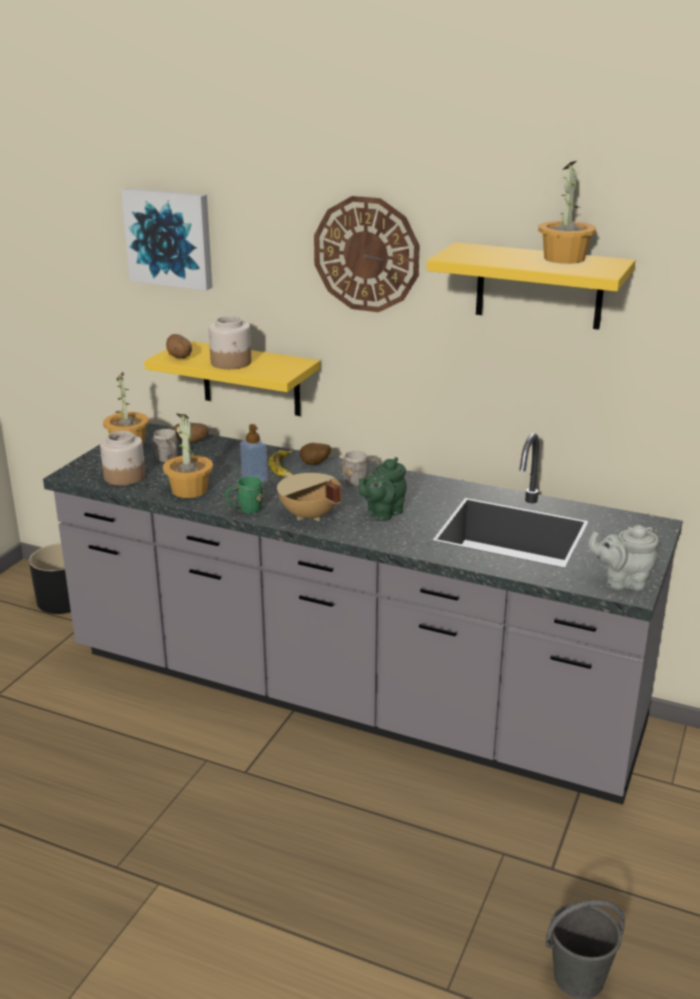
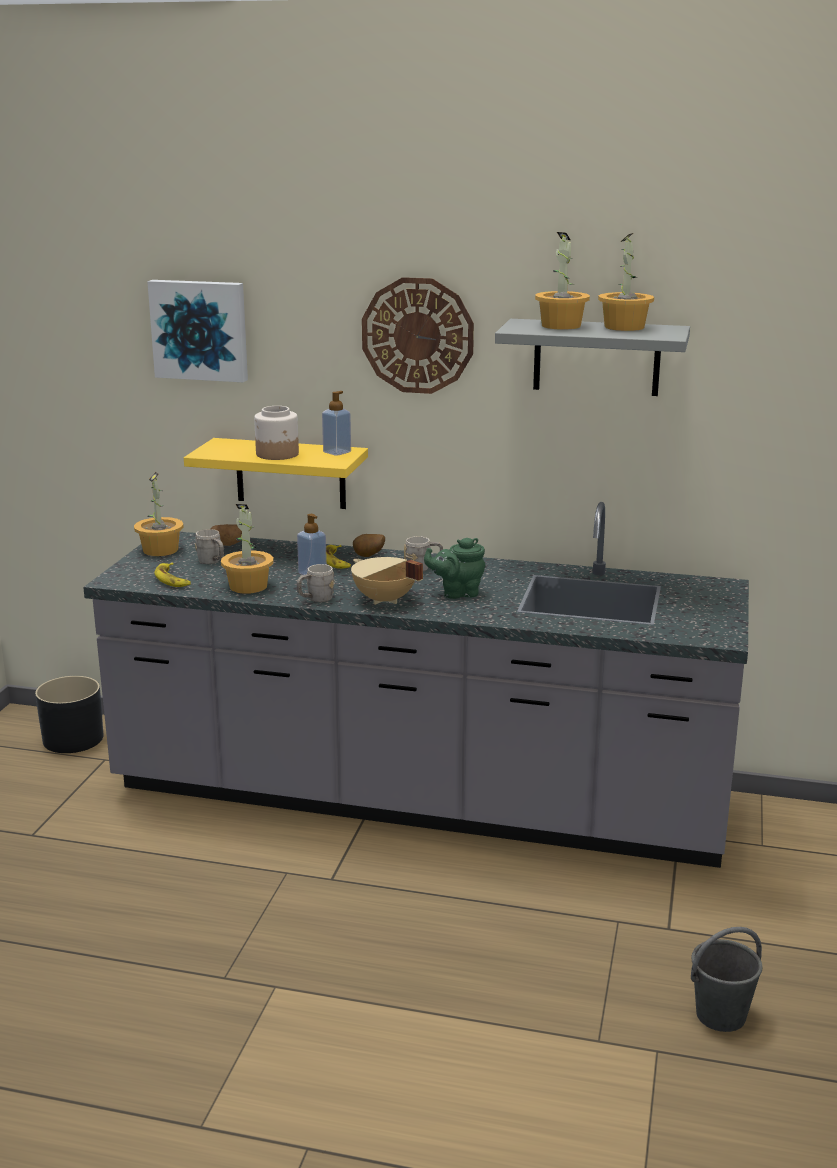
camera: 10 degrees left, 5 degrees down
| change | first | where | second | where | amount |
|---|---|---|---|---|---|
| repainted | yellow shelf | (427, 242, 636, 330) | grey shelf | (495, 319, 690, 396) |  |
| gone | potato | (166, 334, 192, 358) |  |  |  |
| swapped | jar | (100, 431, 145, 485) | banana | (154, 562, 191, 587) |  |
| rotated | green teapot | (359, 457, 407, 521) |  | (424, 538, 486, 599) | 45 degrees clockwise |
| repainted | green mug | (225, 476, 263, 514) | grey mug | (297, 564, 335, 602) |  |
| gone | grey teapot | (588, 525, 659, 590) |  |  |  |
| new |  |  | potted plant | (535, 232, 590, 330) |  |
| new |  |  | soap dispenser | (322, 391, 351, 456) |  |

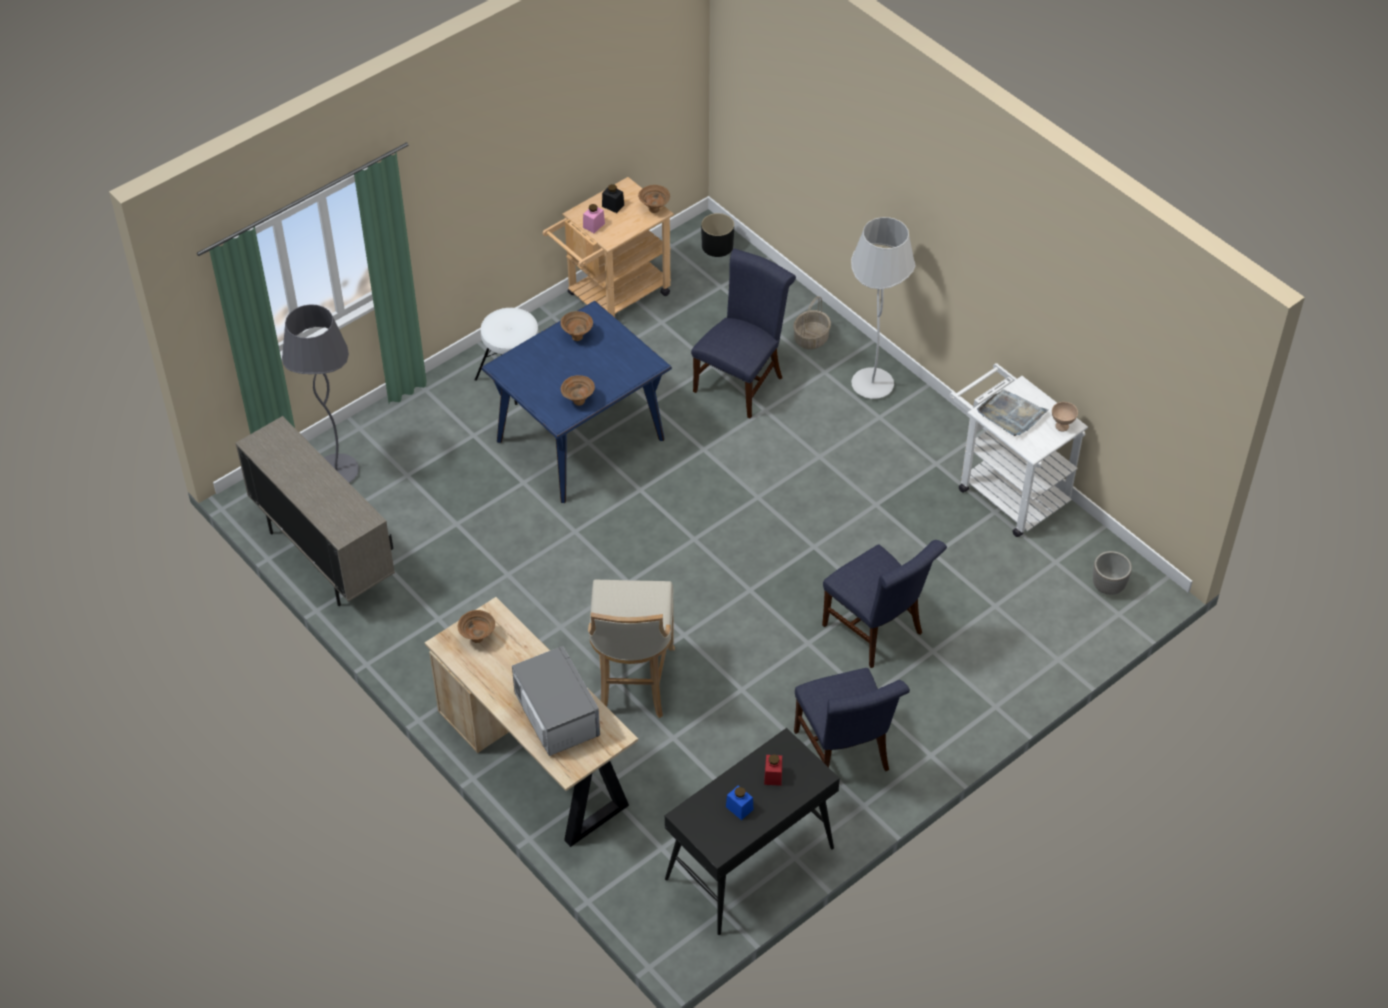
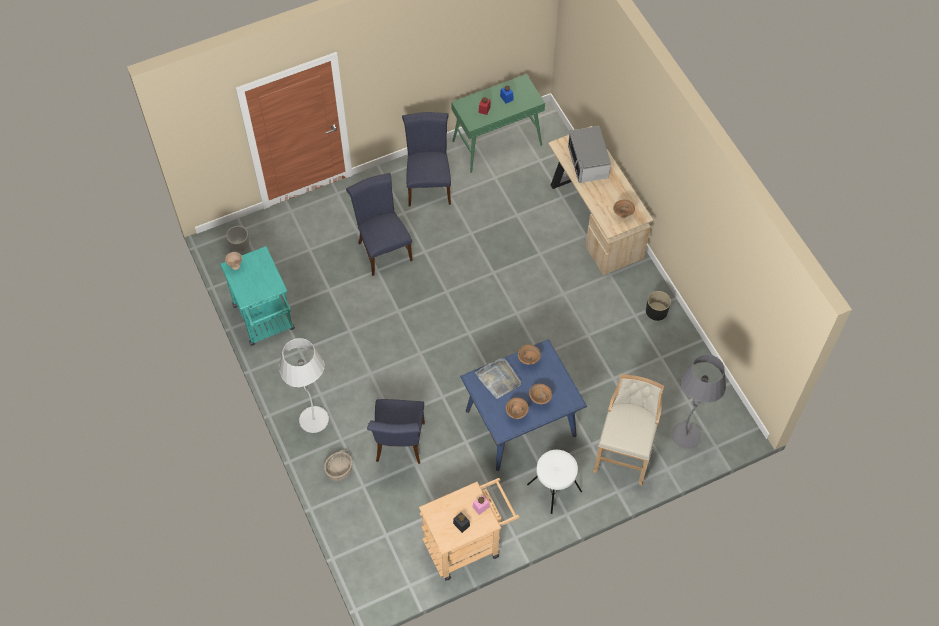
camera: 165 degrees left, 10 degrees up
| change | first | where | second | where | amount |
|---|---|---|---|---|---|
| shifted | brown bowl | (638, 185, 670, 213) |  | (529, 384, 552, 404) |  |
| shifted | black planter | (701, 213, 734, 257) |  | (646, 291, 671, 321) |  |
| rotated | blue chair | (691, 248, 796, 418) |  | (367, 399, 425, 464) | 45 degrees counterclockwise |
| repainted | white cart | (950, 363, 1088, 537) | turquoise cart | (220, 246, 295, 346) |  |
| shifted | grey tray | (977, 389, 1048, 436) |  | (475, 358, 521, 399) |  |
| gone | beige cabinet | (236, 416, 395, 606) |  |  |  |
| shifted | beige stool | (588, 580, 675, 718) |  | (593, 374, 664, 486) |  |
| repainted | black console table | (665, 728, 840, 935) | green console table | (451, 74, 545, 173) |  |

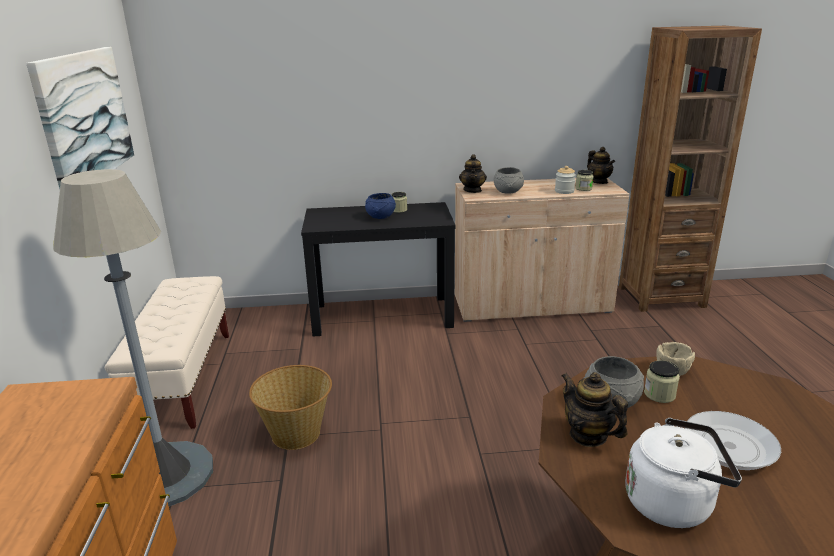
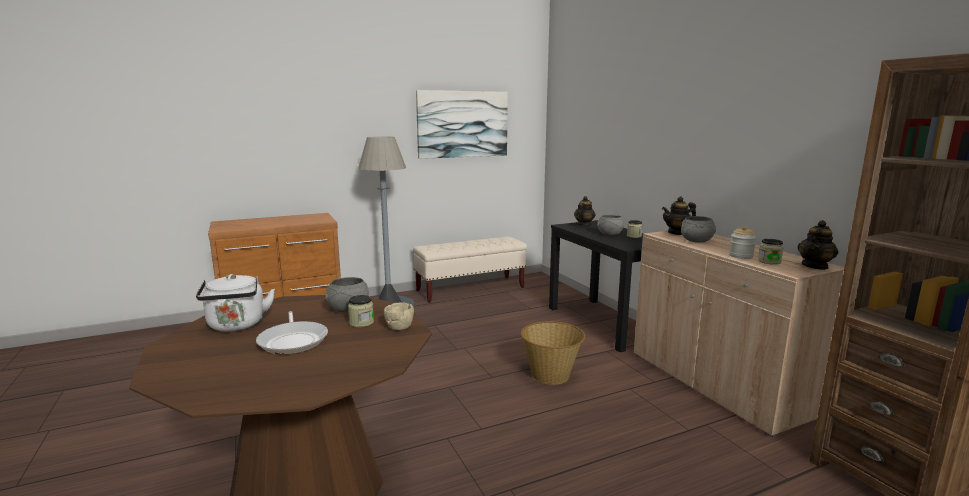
camera: 70 degrees right, 10 degrees down
| change | first | where | second | where | amount |
|---|---|---|---|---|---|
| repainted | blue bowl | (365, 193, 396, 219) | grey bowl | (597, 215, 624, 235) |  |
| shifted | basket | (249, 365, 332, 450) |  | (521, 321, 586, 385) |  |
| shifted | teapot | (562, 372, 628, 447) |  | (574, 196, 595, 226) |  |

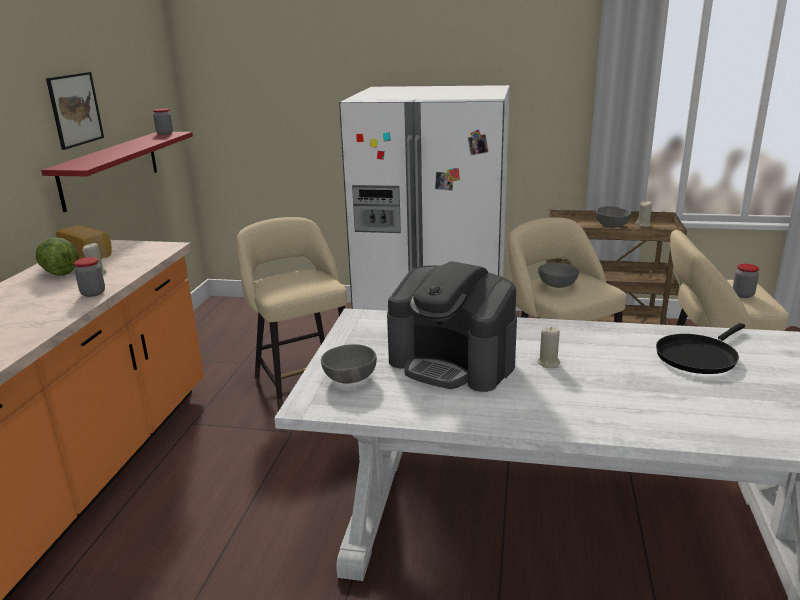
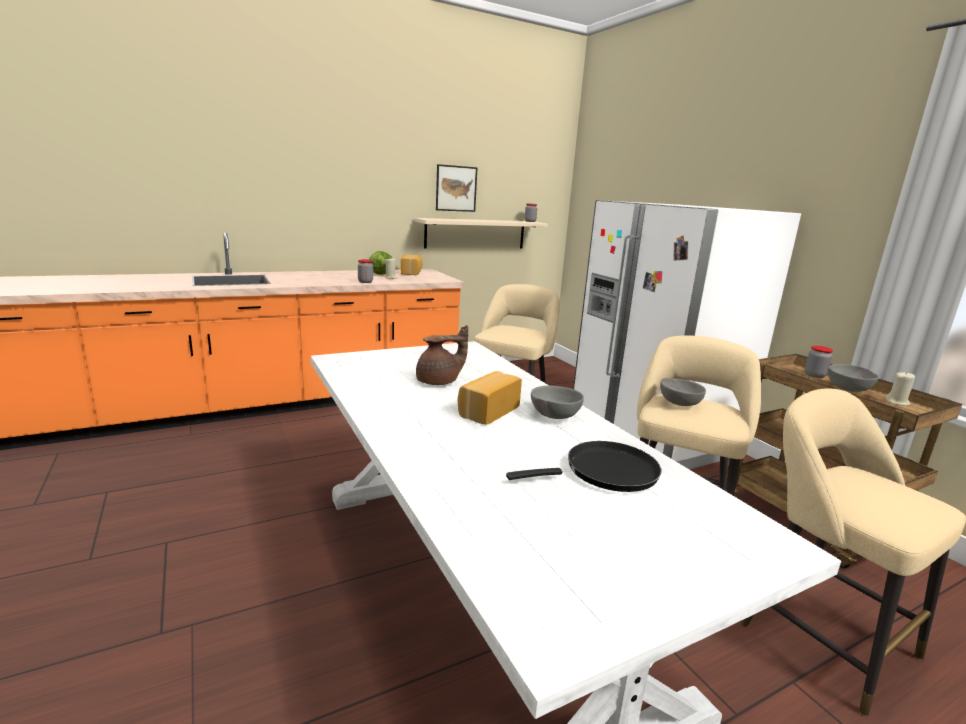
camera: 50 degrees right, 5 degrees down
| change | first | where | second | where | amount |
|---|---|---|---|---|---|
| repainted | red shelf | (41, 132, 193, 212) | beige shelf | (414, 218, 548, 249) |  |
| swapped | coffee machine | (387, 261, 517, 392) | brown teapot | (416, 325, 468, 385) |  |
| shifted | jar | (733, 264, 759, 298) |  | (805, 346, 833, 378) |  |
| rotated | black frying pan | (656, 323, 745, 374) |  | (506, 441, 661, 492) | 150 degrees clockwise |
| swapped | beige candle | (537, 327, 560, 368) | bread | (458, 371, 522, 425) |  |
| shifted | grey bowl | (321, 344, 377, 384) |  | (531, 385, 584, 419) |  |

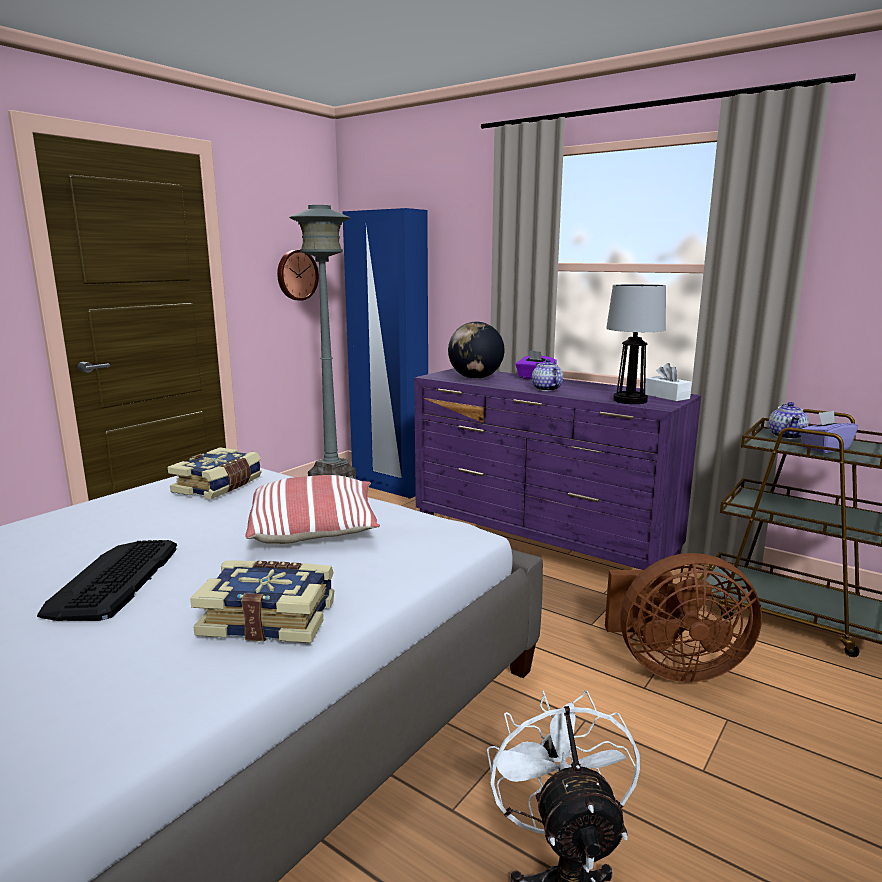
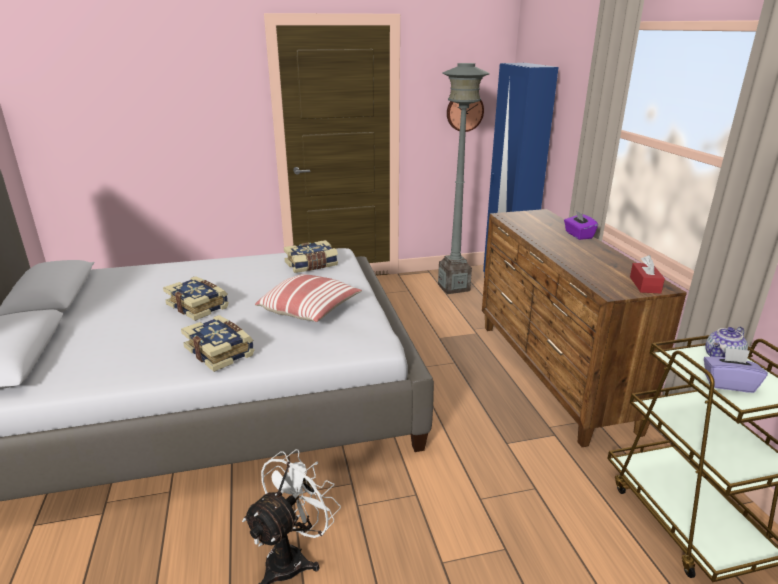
camera: 40 degrees right, 10 degrees up
| change | first | where | second | where | amount |
|---|---|---|---|---|---|
| gone | table lamp | (606, 284, 666, 404) |  |  |  |
| gone | globe | (448, 322, 504, 379) |  |  |  |
| gone | teapot | (532, 359, 563, 391) |  |  |  |
| repainted | white tissue box | (645, 363, 692, 401) | red tissue box | (630, 255, 665, 293) |  |
| repainted | purple dresser | (414, 368, 701, 570) | brown dresser | (482, 209, 687, 447) |  |
| swapped | keyboard | (37, 540, 177, 621) | book | (163, 276, 229, 321) |  |
| gone | brown fan | (605, 553, 762, 682) |  |  |  |

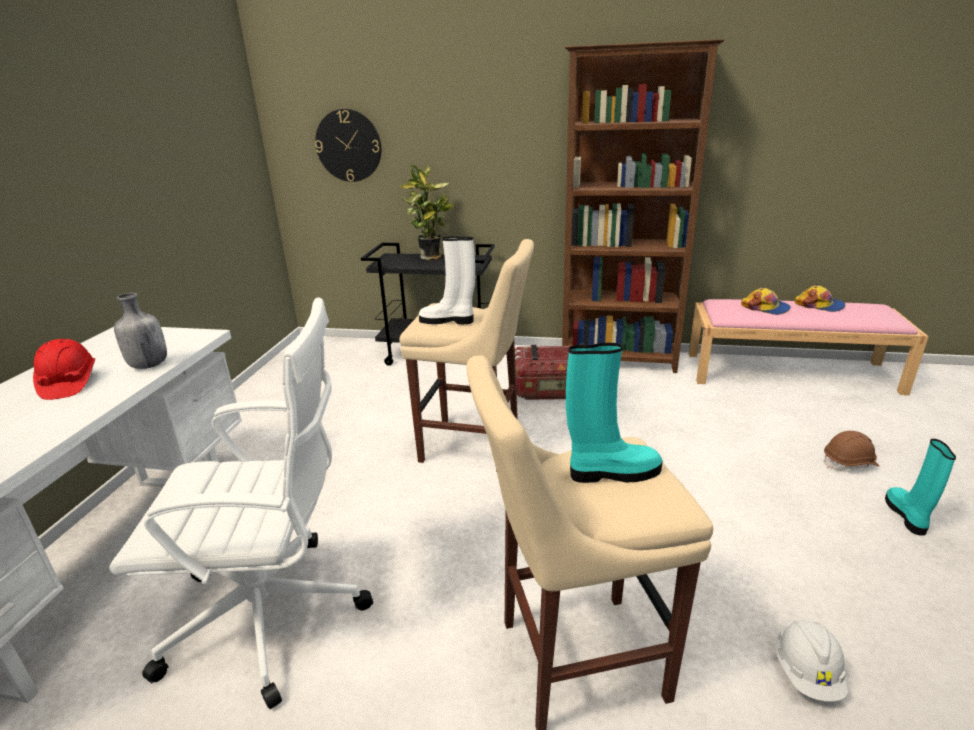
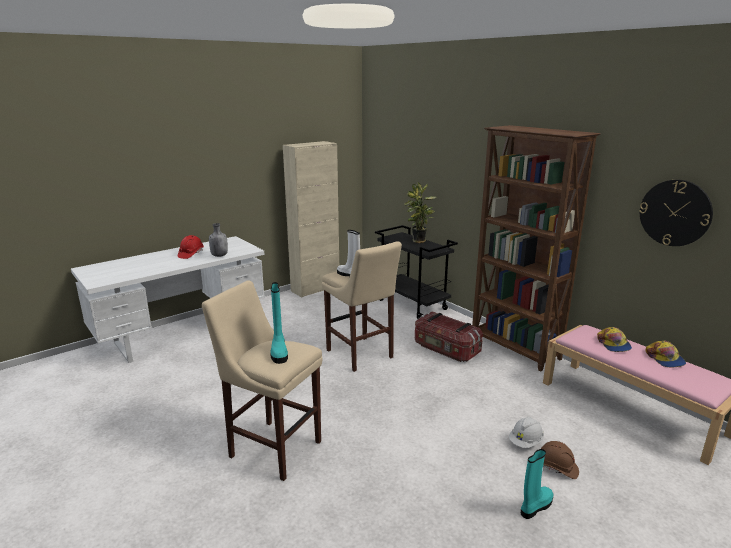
camera: 40 degrees right, 5 degrees down
| change | first | where | second | where | amount |
|---|---|---|---|---|---|
| shifted | wall clock | (315, 109, 381, 182) |  | (639, 180, 713, 246) |  |
| gone | white office chair | (109, 297, 373, 709) |  |  |  |
| rotated | turquoise boot | (566, 343, 663, 483) |  | (270, 282, 288, 364) | 45 degrees clockwise |
| shifted | white hard hat | (775, 620, 848, 702) |  | (509, 417, 544, 448) |  |
| new |  |  | beige cabinet | (283, 141, 339, 298) |  |

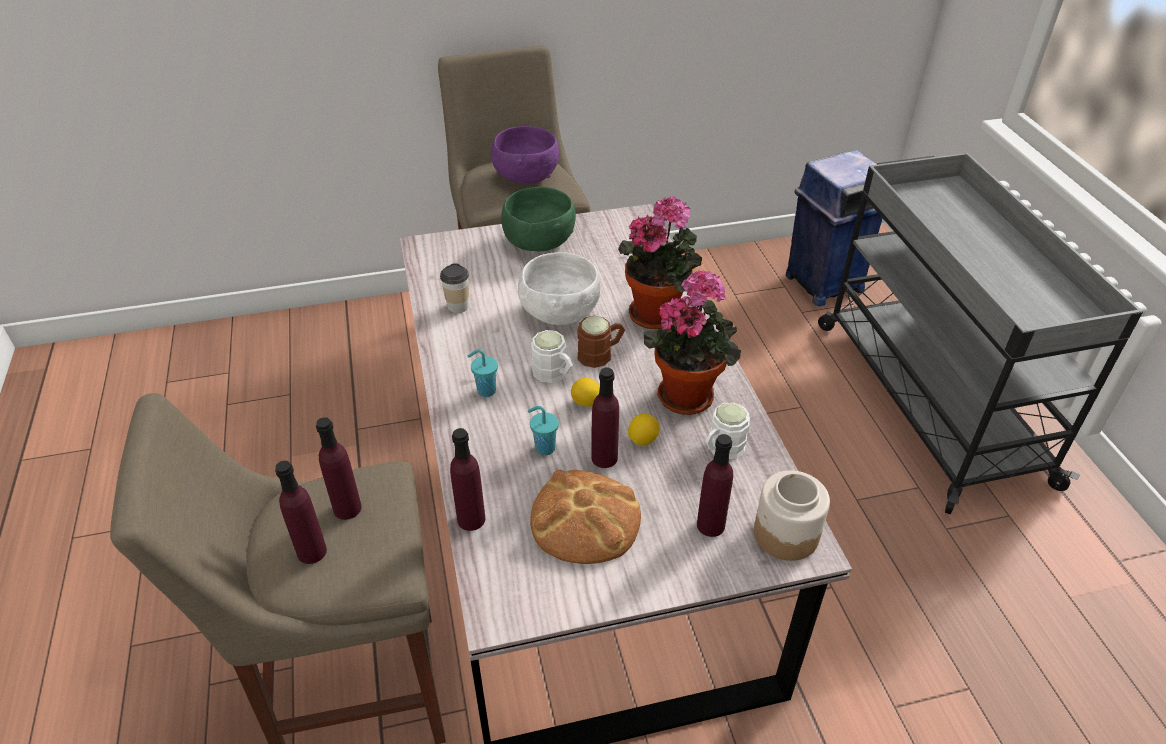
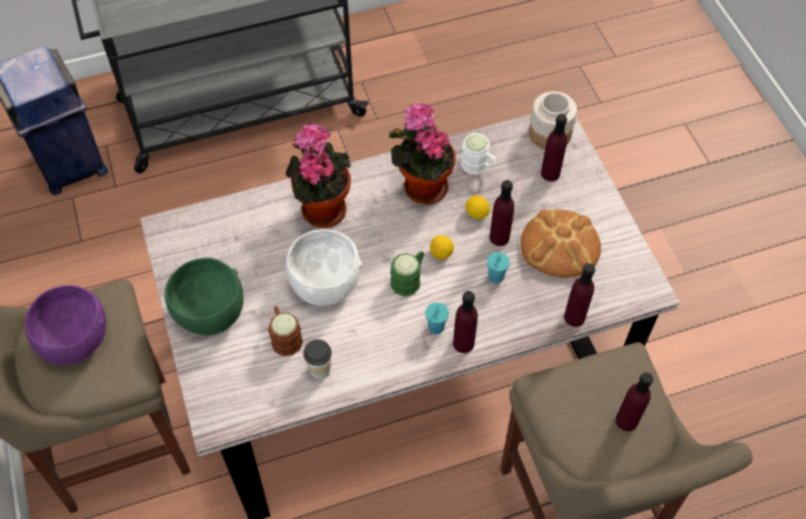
camera: 95 degrees left, 15 degrees up
| change | first | where | second | where | amount |
|---|---|---|---|---|---|
| shifted | brown mug | (577, 316, 625, 368) |  | (268, 306, 303, 356) |  |
| repainted | white mug | (531, 330, 573, 383) | green mug | (390, 251, 425, 297) |  |
| shifted | purple bottle | (316, 417, 362, 520) |  | (453, 291, 478, 353) |  |

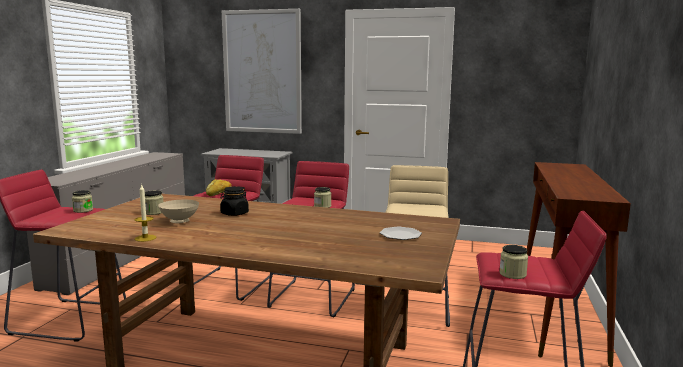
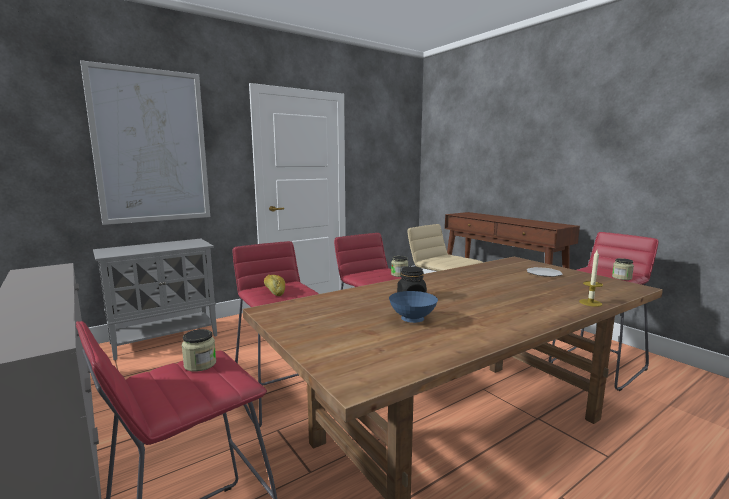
camera: 50 degrees left, 0 degrees up
| change | first | where | second | where | amount |
|---|---|---|---|---|---|
| shifted | candle | (134, 184, 156, 242) |  | (579, 250, 603, 307) |  |
| gone | jar | (145, 190, 163, 215) |  |  |  |
| repainted | beige bowl | (158, 200, 199, 223) | blue bowl | (389, 291, 438, 323) |  |

